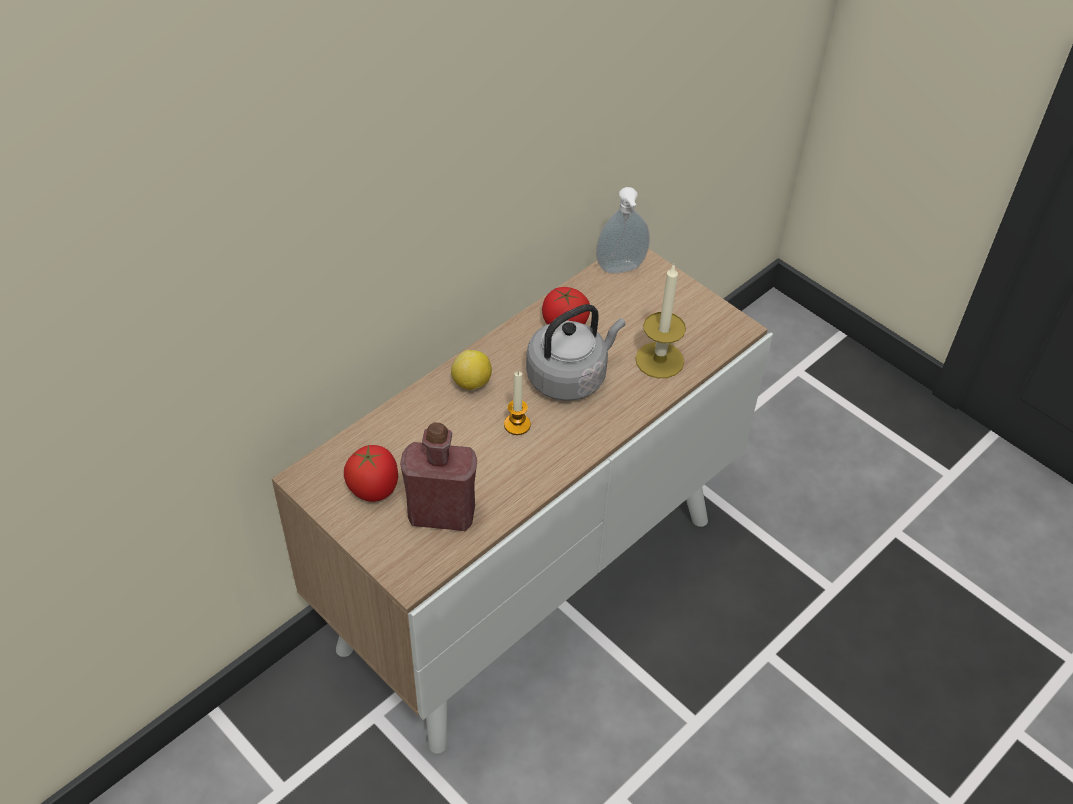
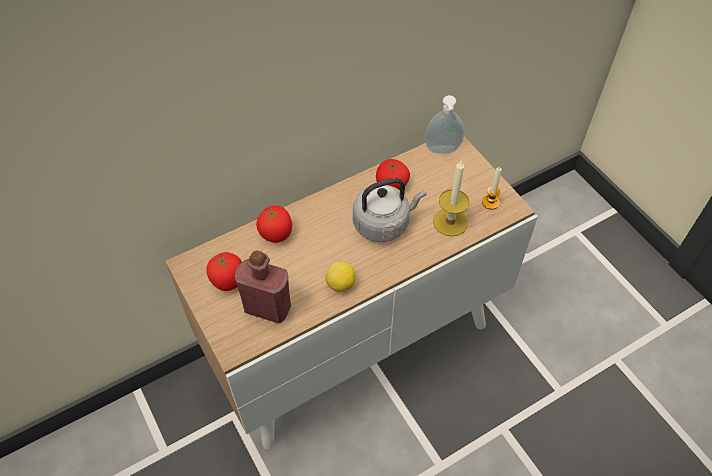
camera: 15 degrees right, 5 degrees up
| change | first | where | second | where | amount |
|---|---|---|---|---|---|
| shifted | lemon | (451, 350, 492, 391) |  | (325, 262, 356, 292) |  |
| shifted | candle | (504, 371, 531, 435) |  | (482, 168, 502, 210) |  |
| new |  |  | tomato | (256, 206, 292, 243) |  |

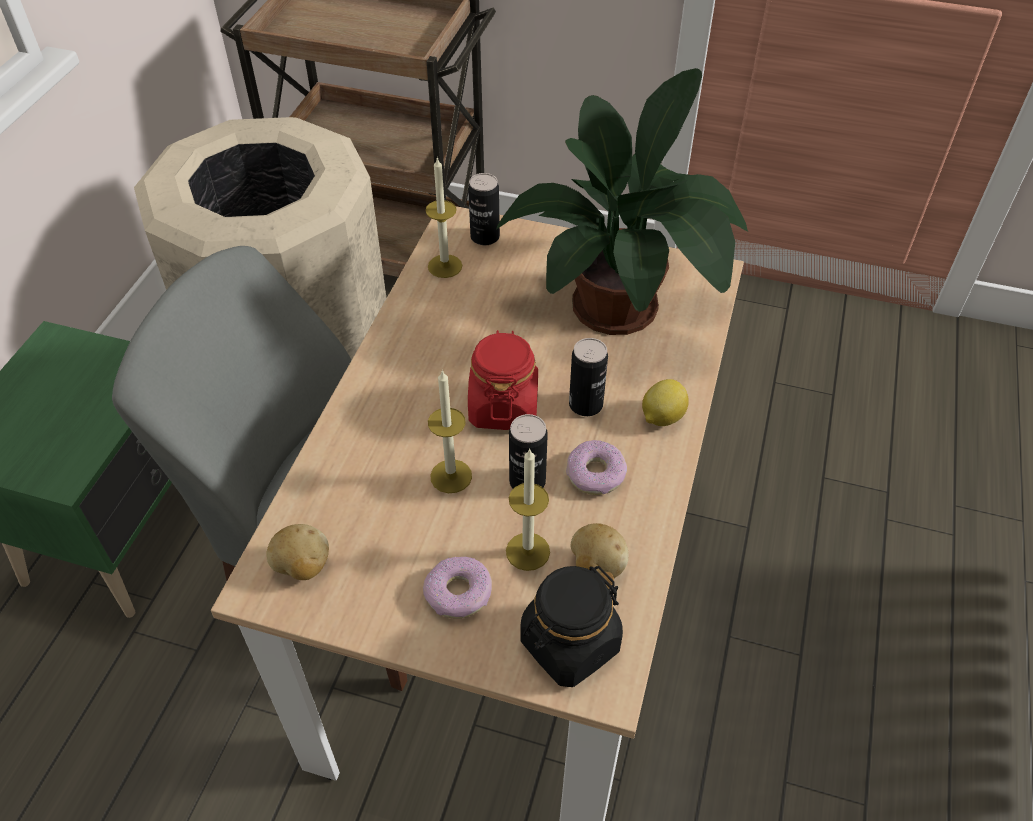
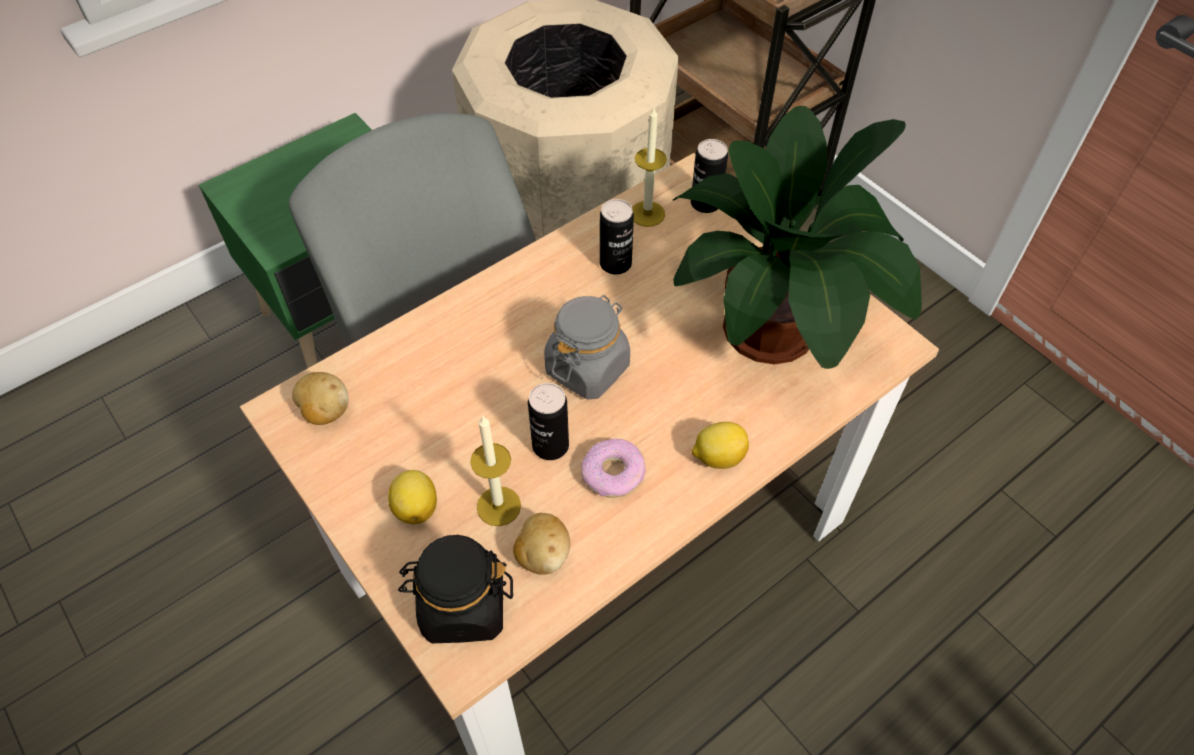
camera: 35 degrees right, 5 degrees up
| change | first | where | second | where | amount |
|---|---|---|---|---|---|
| repainted | red jar | (468, 330, 538, 430) | grey jar | (544, 295, 630, 400) |  |
| shifted | can | (569, 338, 608, 416) |  | (600, 199, 634, 274) |  |
| gone | candle | (428, 369, 472, 493) |  |  |  |
| swapped | donut | (423, 557, 492, 619) | lemon | (388, 470, 437, 524) |  |

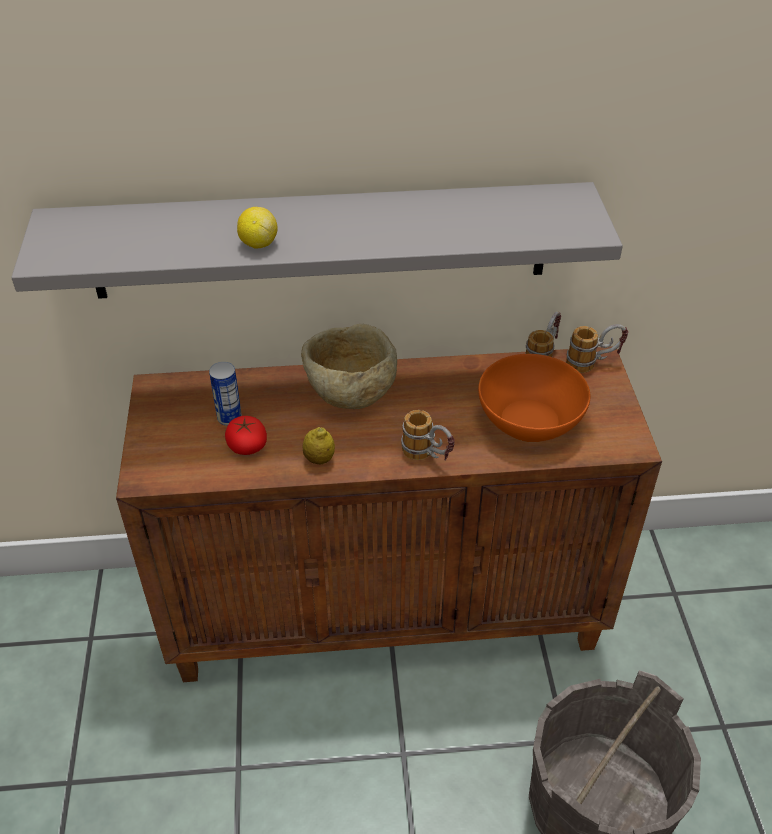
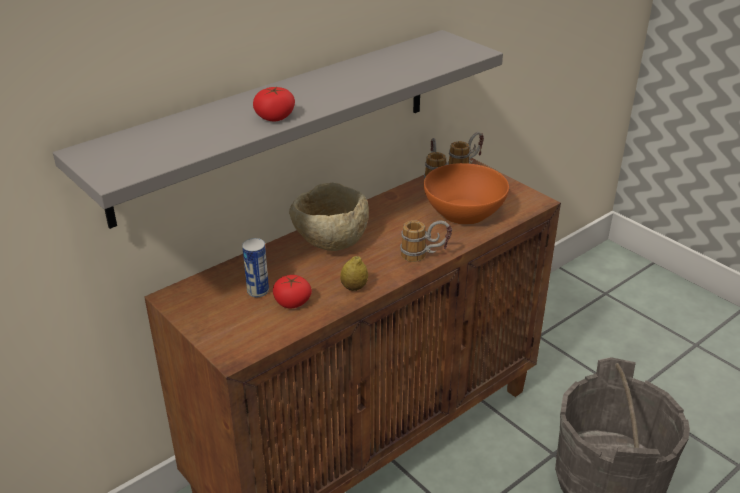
camera: 35 degrees left, 10 degrees down
| change | first | where | second | where | amount |
|---|---|---|---|---|---|
| swapped | lemon | (237, 207, 278, 248) | tomato | (253, 87, 295, 121) |  |

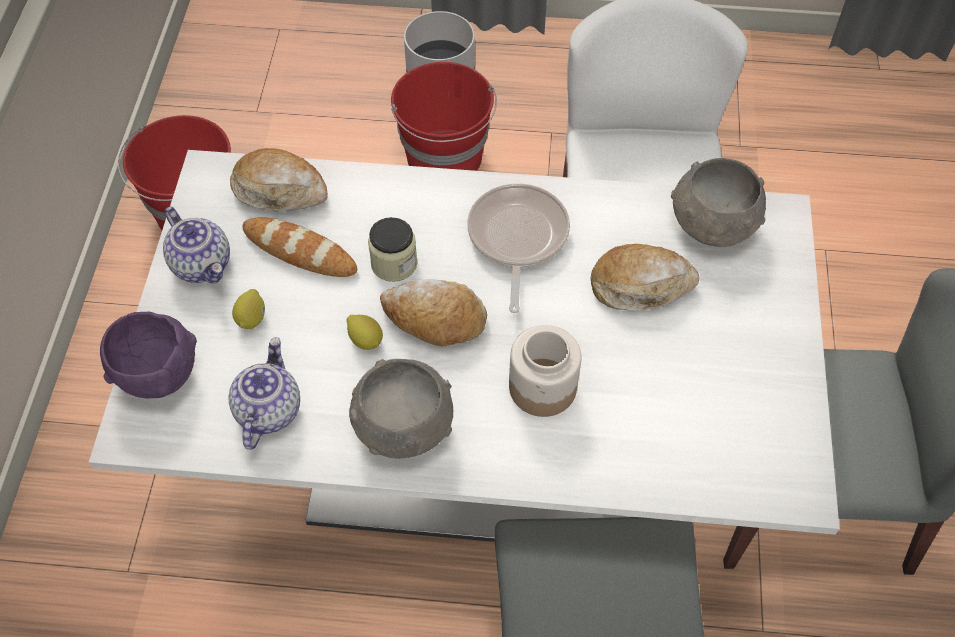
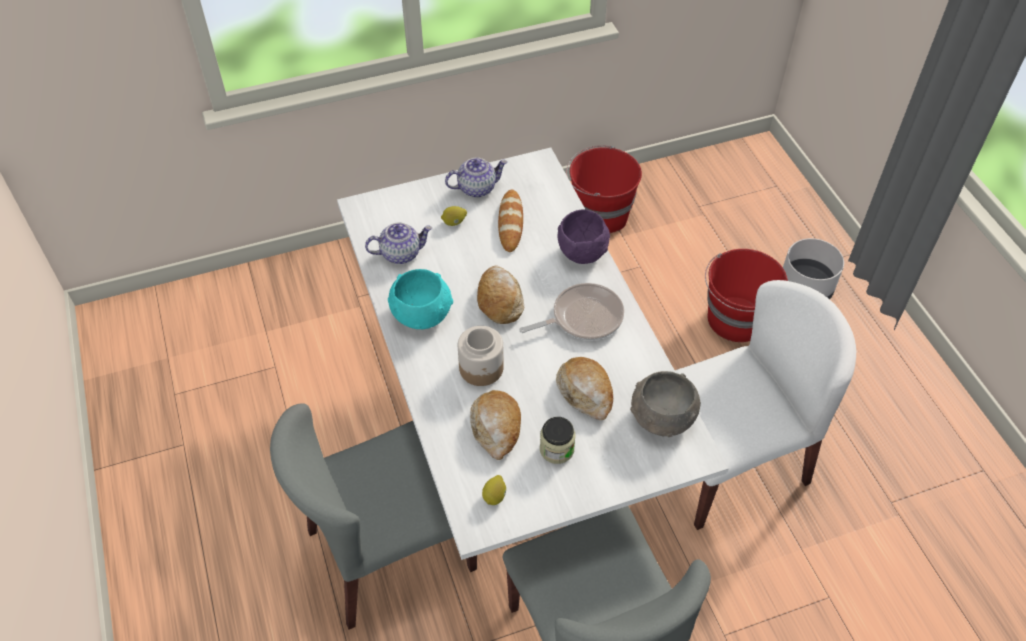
camera: 65 degrees right, 5 degrees down
| change | first | where | second | where | amount |
|---|---|---|---|---|---|
| shifted | bread | (230, 148, 328, 212) |  | (470, 390, 521, 460) |  |
| rotated | teapot | (163, 207, 230, 283) |  | (445, 158, 508, 197) | 135 degrees counterclockwise |
| shifted | jar | (368, 217, 417, 282) |  | (540, 417, 575, 464) |  |
| shifted | purple bowl | (100, 312, 197, 399) |  | (558, 210, 610, 264) |  |
| shifted | lemon | (347, 315, 383, 350) |  | (482, 475, 506, 505) |  |
| repainted | grey bowl | (349, 359, 453, 459) | turquoise bowl | (388, 269, 453, 329) |  |

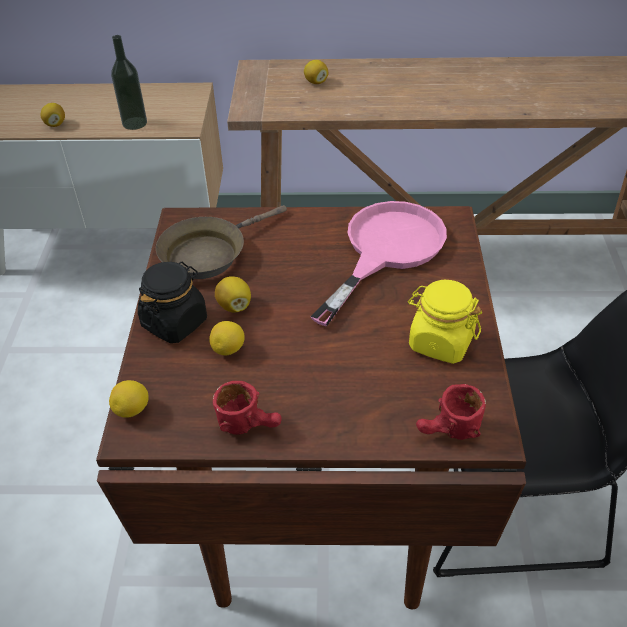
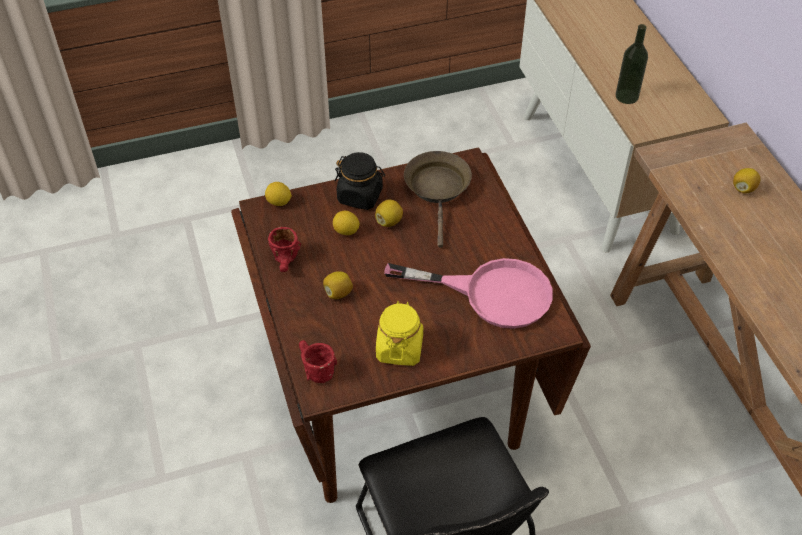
camera: 70 degrees right, 5 degrees up
| change | first | where | second | where | amount |
|---|---|---|---|---|---|
| shifted | lemon | (40, 103, 65, 127) |  | (323, 271, 353, 299) |  |
| rotated | brown frying pan | (156, 205, 287, 279) |  | (404, 151, 472, 248) | 60 degrees clockwise |

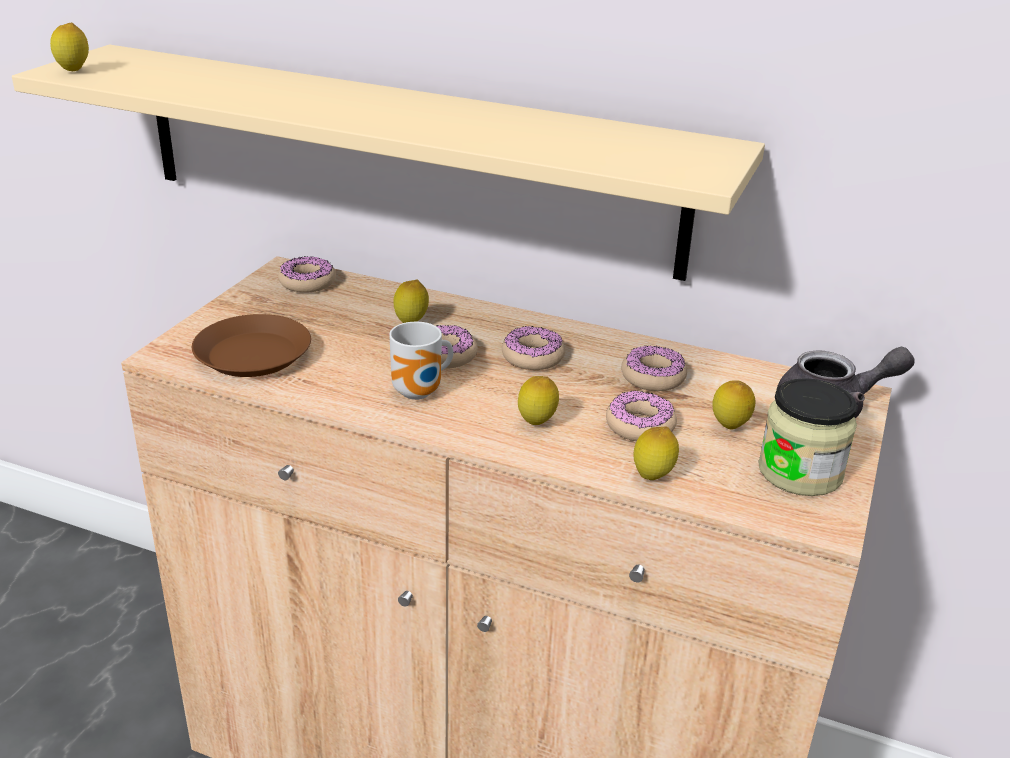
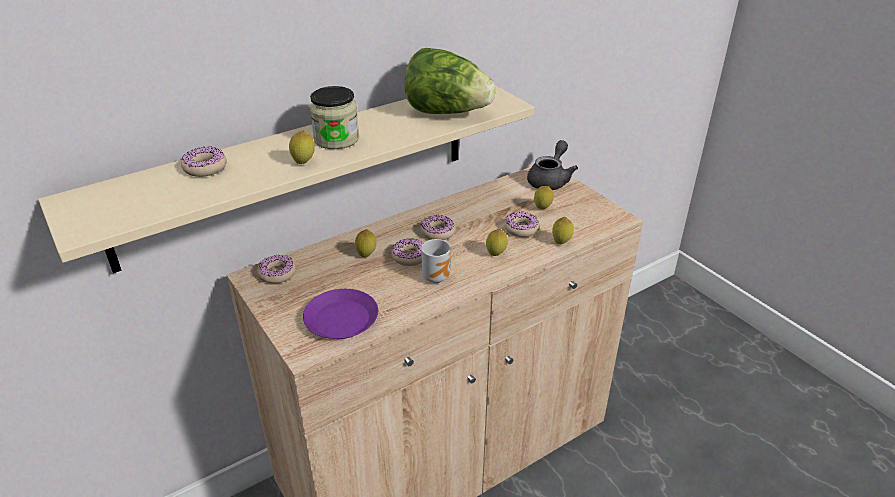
camera: 55 degrees left, 5 degrees up
| change | first | where | second | where | amount |
|---|---|---|---|---|---|
| shifted | lemon | (50, 23, 89, 71) |  | (289, 130, 315, 164) |  |
| repainted | brown plate | (192, 314, 311, 377) | purple plate | (303, 289, 378, 339) |  |
| shifted | donut | (621, 345, 687, 391) |  | (181, 146, 227, 177) |  |
| shifted | jar | (758, 378, 857, 496) |  | (310, 86, 360, 149) |  |
| new |  |  | lettuce | (404, 48, 496, 114) |  |

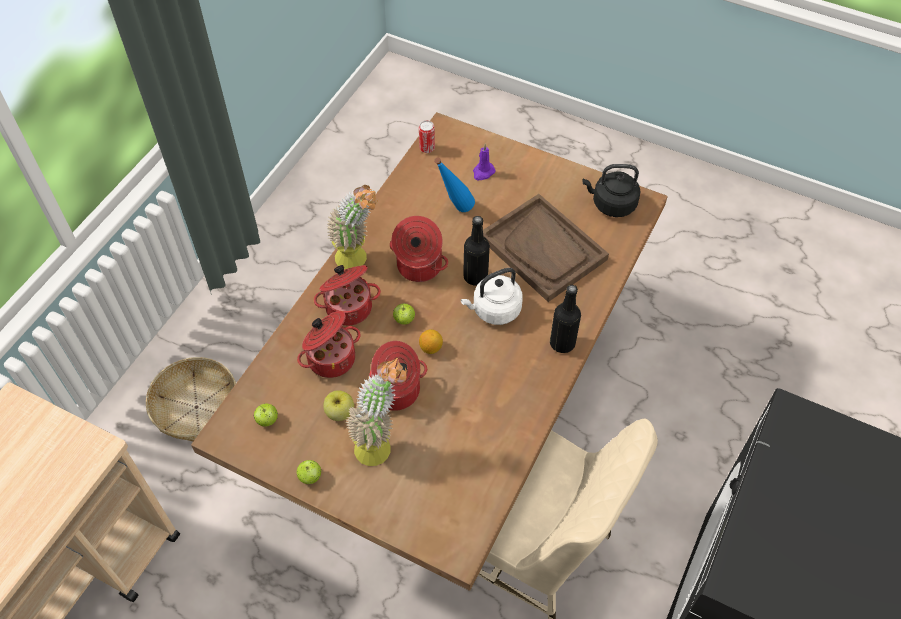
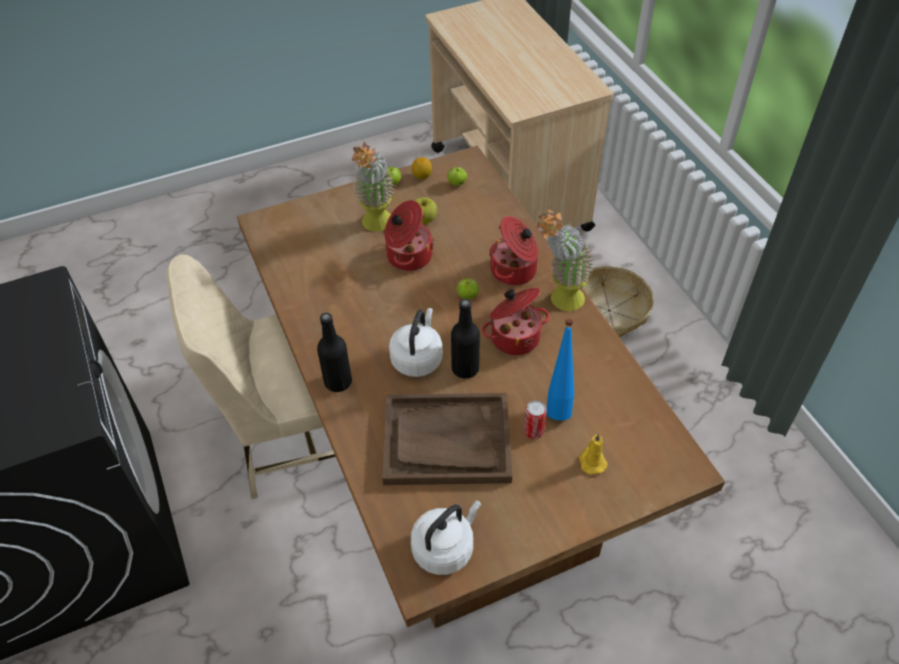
camera: 130 degrees right, 5 degrees down
| change | first | where | second | where | amount |
|---|---|---|---|---|---|
| shifted | can | (419, 120, 435, 153) |  | (524, 400, 547, 439) |  |
| repainted | purple candle | (473, 144, 496, 180) | yellow candle | (579, 433, 608, 475) |  |
| repainted | black kettle | (583, 164, 640, 217) | white kettle | (411, 501, 481, 575) |  |
| gone | cooking pot | (297, 311, 361, 378) |  |  |  |
| shifted | lemon | (419, 329, 443, 354) |  | (412, 157, 432, 179) |  |

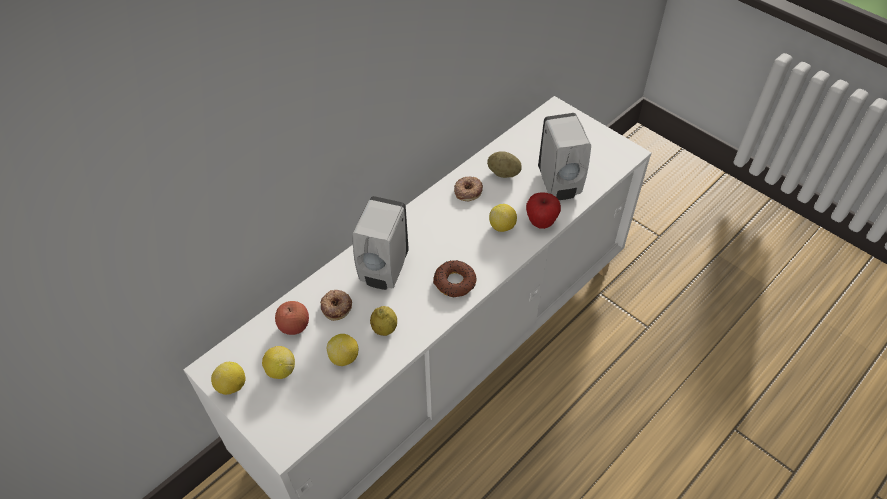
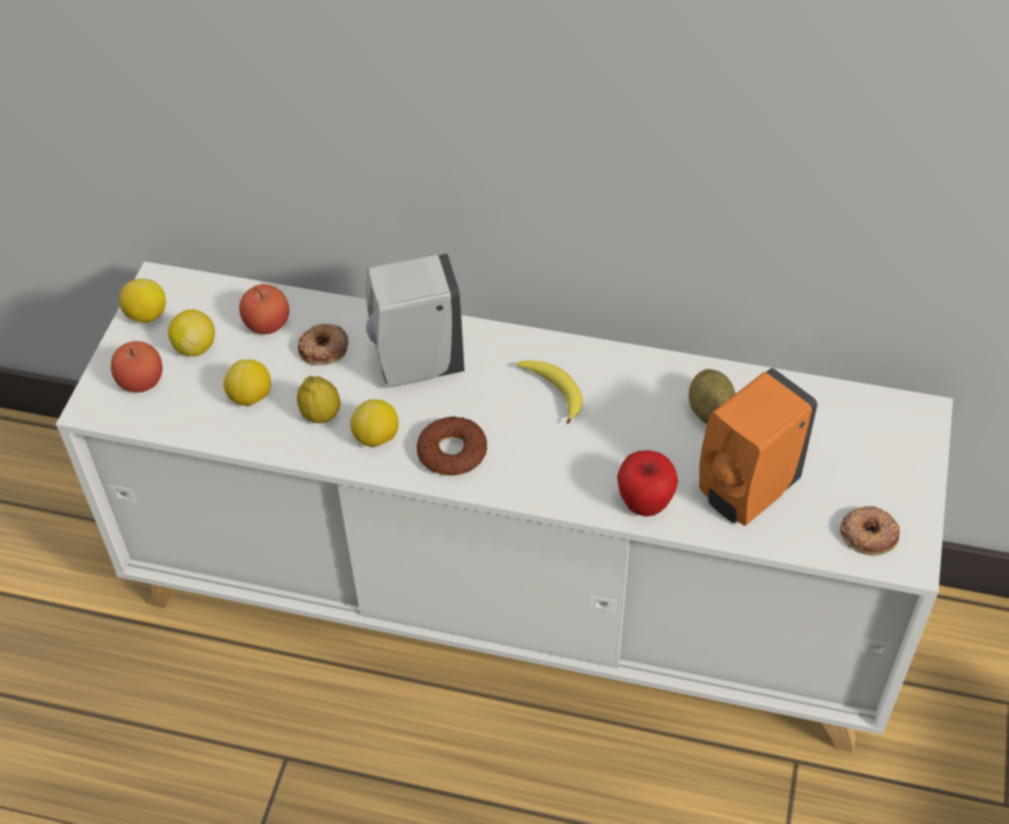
camera: 60 degrees right, 0 degrees up
| change | first | where | second | where | amount |
|---|---|---|---|---|---|
| repainted | white soap dispenser | (538, 113, 591, 200) | orange soap dispenser | (699, 368, 818, 526) |  |
| shifted | donut | (454, 176, 483, 201) |  | (840, 506, 900, 556) |  |
| shifted | lemon | (489, 204, 517, 232) |  | (350, 399, 399, 448) |  |
| new |  |  | apple | (111, 341, 162, 393) |  |
| new |  |  | banana | (516, 360, 583, 424) |  |

